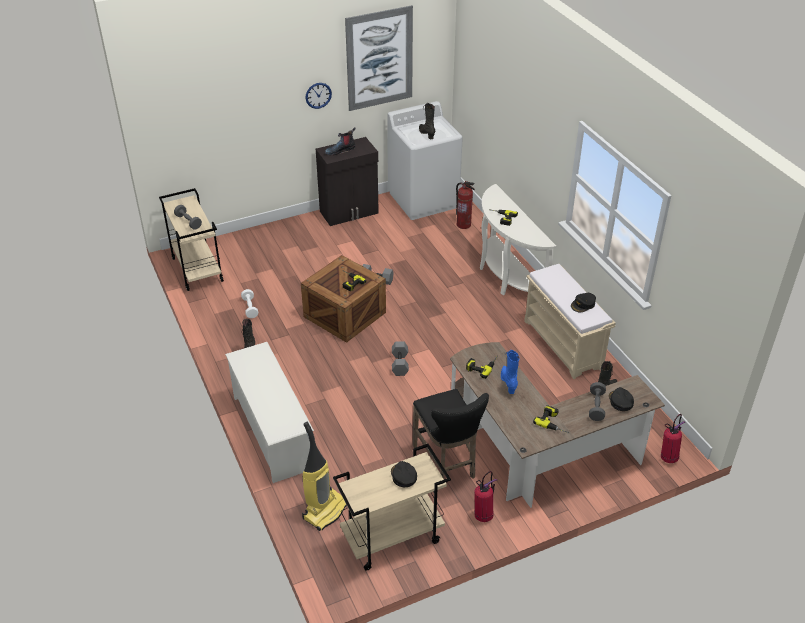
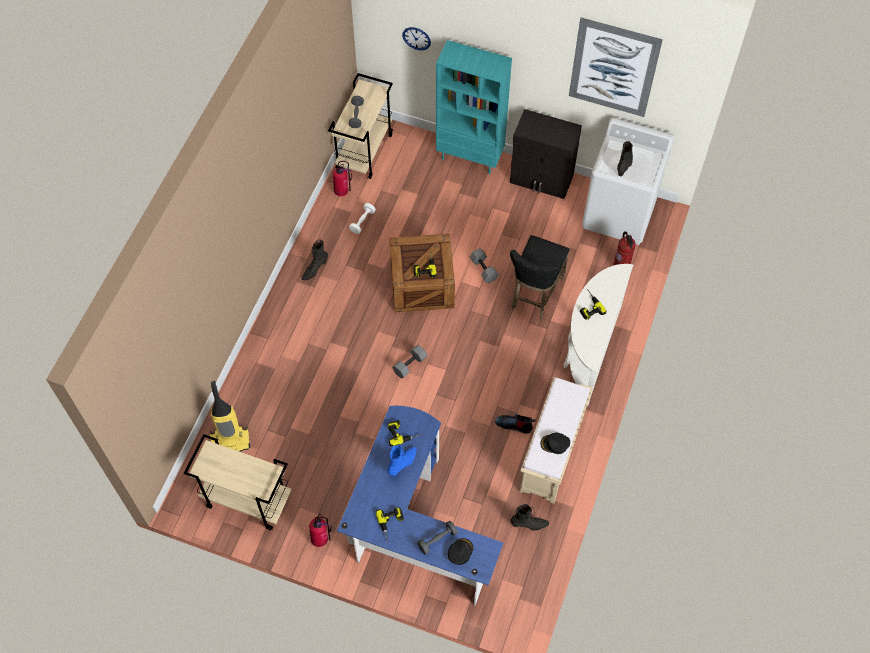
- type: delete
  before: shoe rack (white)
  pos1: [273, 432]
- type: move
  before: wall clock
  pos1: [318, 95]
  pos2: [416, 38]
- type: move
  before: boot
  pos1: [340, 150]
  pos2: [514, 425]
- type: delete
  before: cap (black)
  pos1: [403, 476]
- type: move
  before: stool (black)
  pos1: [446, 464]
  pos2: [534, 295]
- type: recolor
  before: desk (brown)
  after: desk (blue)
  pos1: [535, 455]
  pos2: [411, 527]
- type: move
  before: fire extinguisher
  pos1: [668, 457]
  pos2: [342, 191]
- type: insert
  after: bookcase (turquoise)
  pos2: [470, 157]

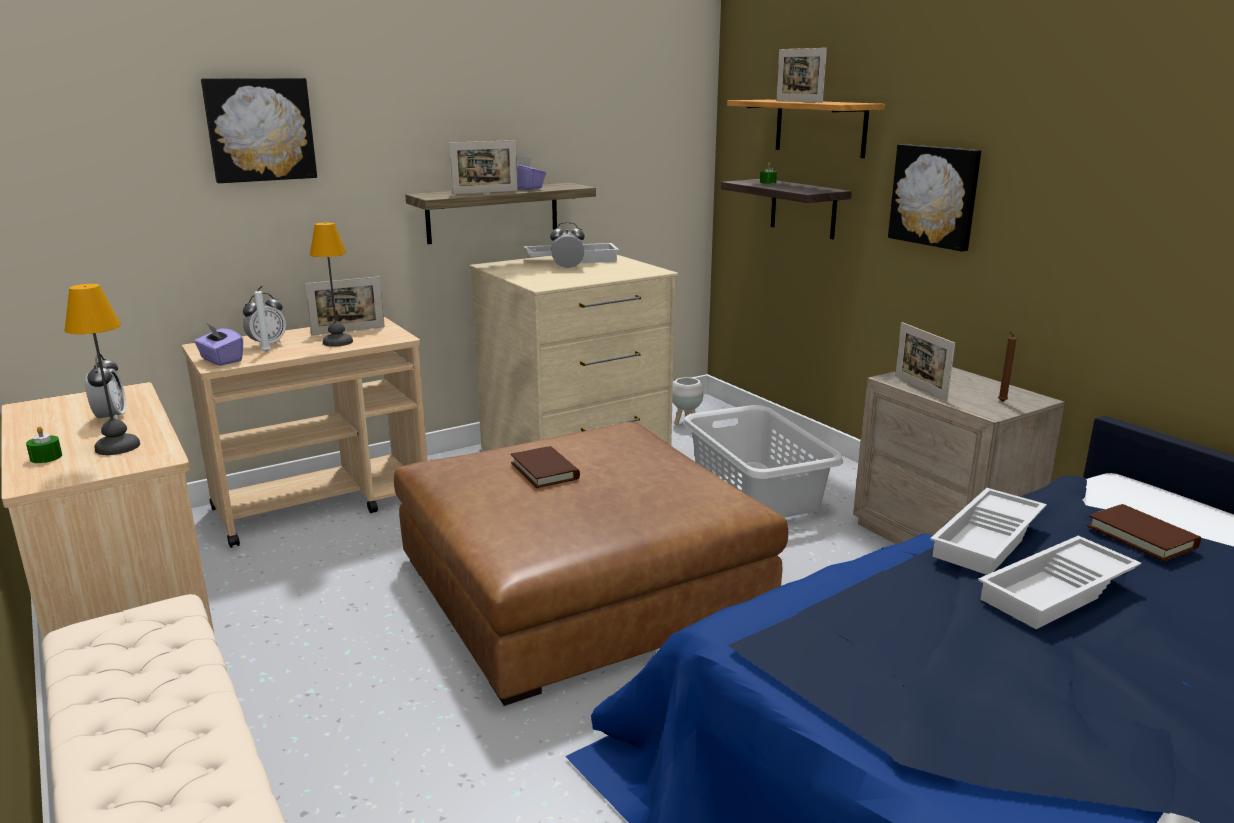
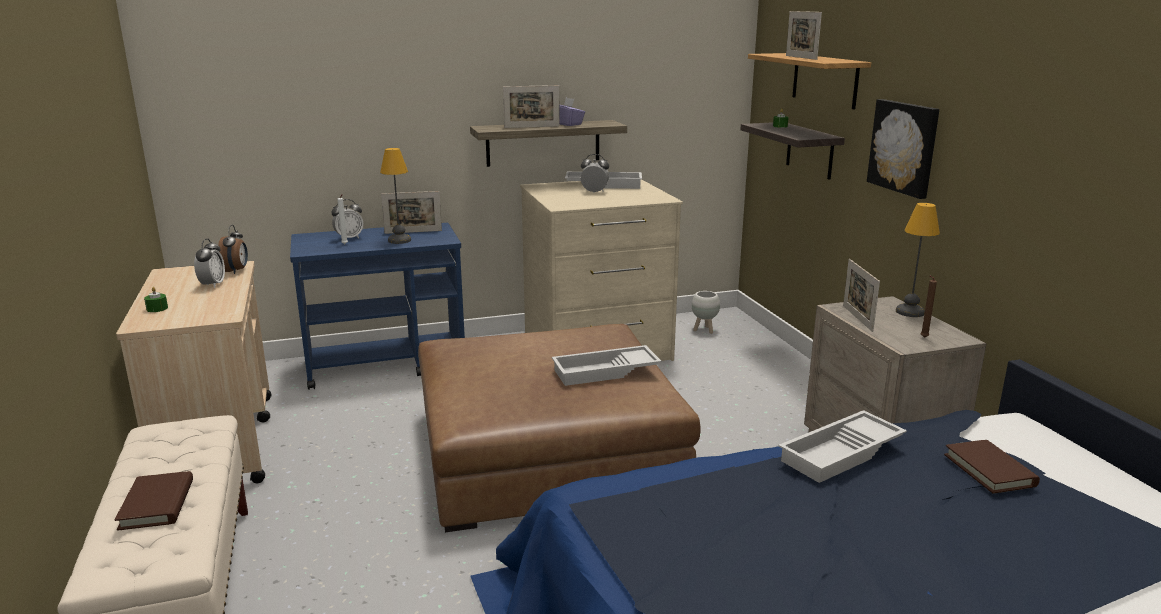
- type: move
  before: table lamp
  pos1: [119, 446]
  pos2: [910, 312]
- type: recolor
  before: cart (beige)
  after: cart (blue)
  pos1: [324, 504]
  pos2: [387, 365]
- type: delete
  before: tissue box (purple)
  pos1: [221, 360]
- type: delete
  before: picture
  pos1: [260, 129]
- type: move
  before: book (brown)
  pos1: [544, 471]
  pos2: [157, 504]
- type: delete
  before: laundry basket (grey)
  pos1: [756, 490]
- type: move
  before: tray (white)
  pos1: [1058, 592]
  pos2: [605, 372]
- type: insert
  after: alarm clock
  pos2: [236, 271]

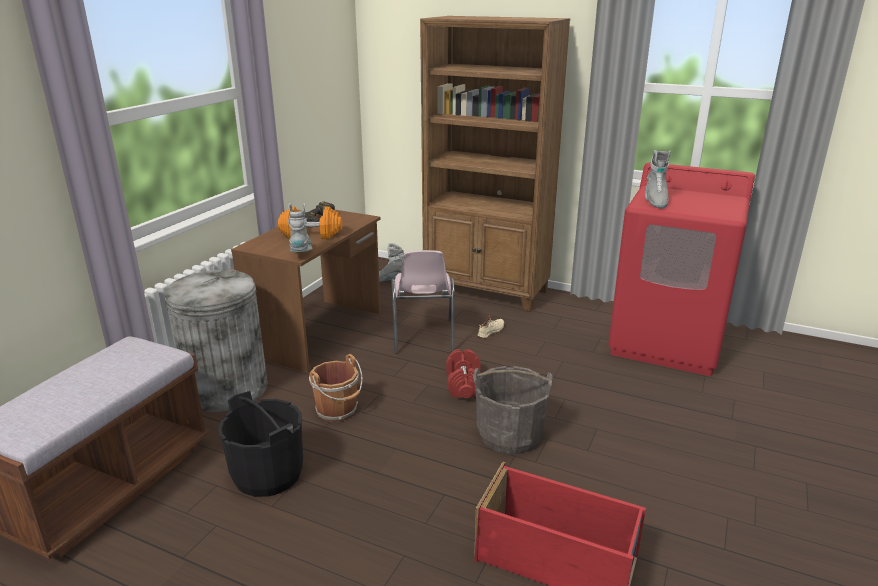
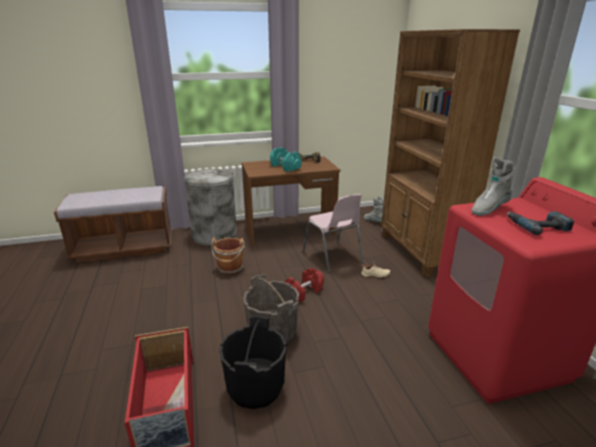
- type: move
  before: bucket (black)
  pos1: [268, 474]
  pos2: [255, 387]
- type: recolor
  before: dumbbell (orange)
  after: dumbbell (turquoise)
  pos1: [311, 234]
  pos2: [285, 167]
- type: delete
  before: boot (grey)
  pos1: [302, 253]
- type: rotate
  before: chair (pink)
  pos1: [423, 336]
  pos2: [333, 257]
  turn: -75
- type: insert
  after: power drill
  pos2: [537, 226]

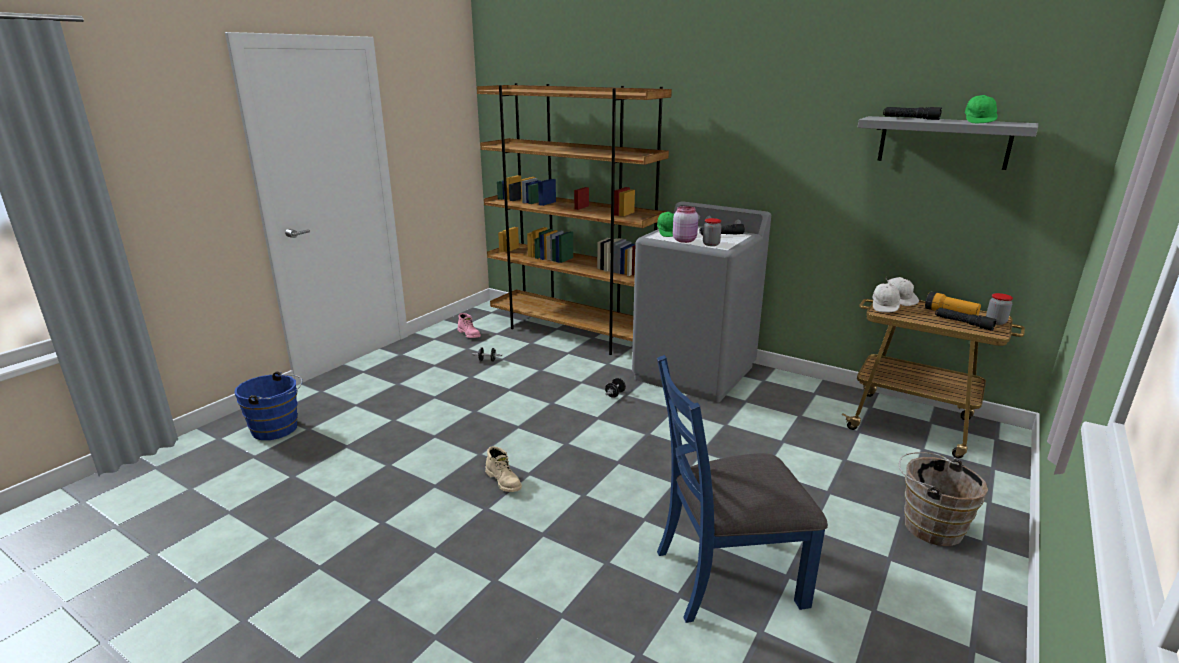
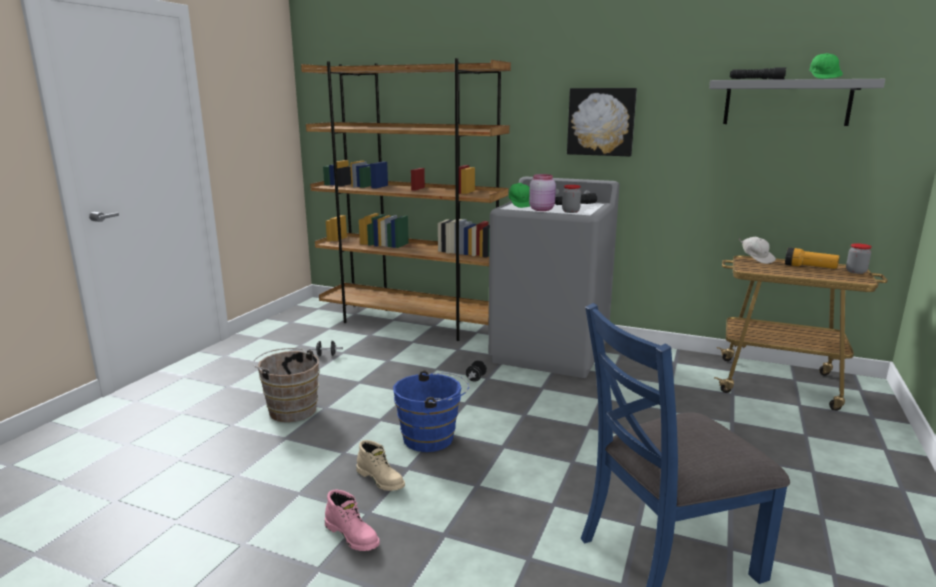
- type: move
  before: bucket (blue)
  pos1: [278, 429]
  pos2: [432, 438]
- type: move
  before: boot (pink)
  pos1: [469, 334]
  pos2: [353, 535]
- type: delete
  before: cap (white)
  pos1: [884, 307]
- type: move
  before: bucket (brown)
  pos1: [928, 525]
  pos2: [290, 409]
- type: delete
  before: flashlight (black)
  pos1: [963, 323]
- type: insert
  after: picture
  pos2: [601, 122]

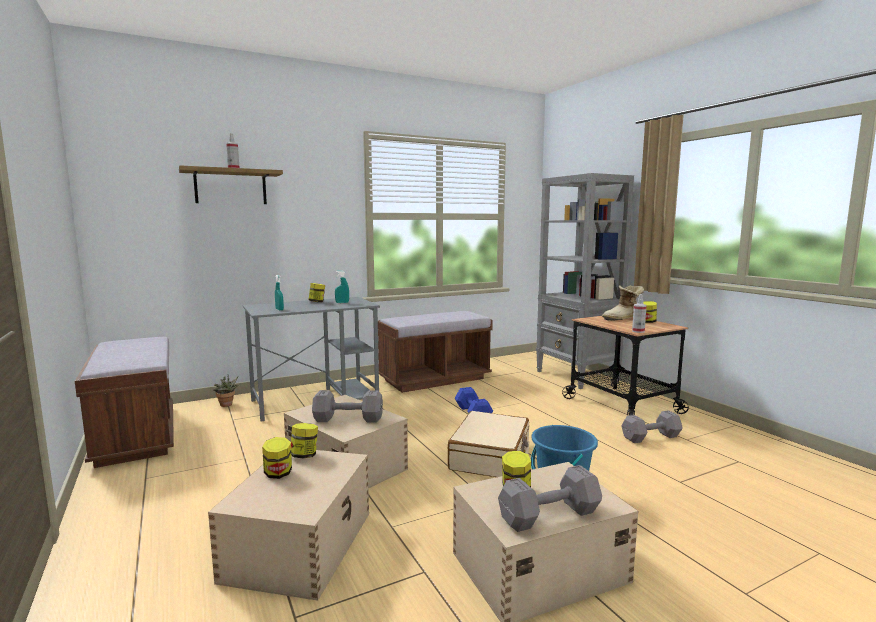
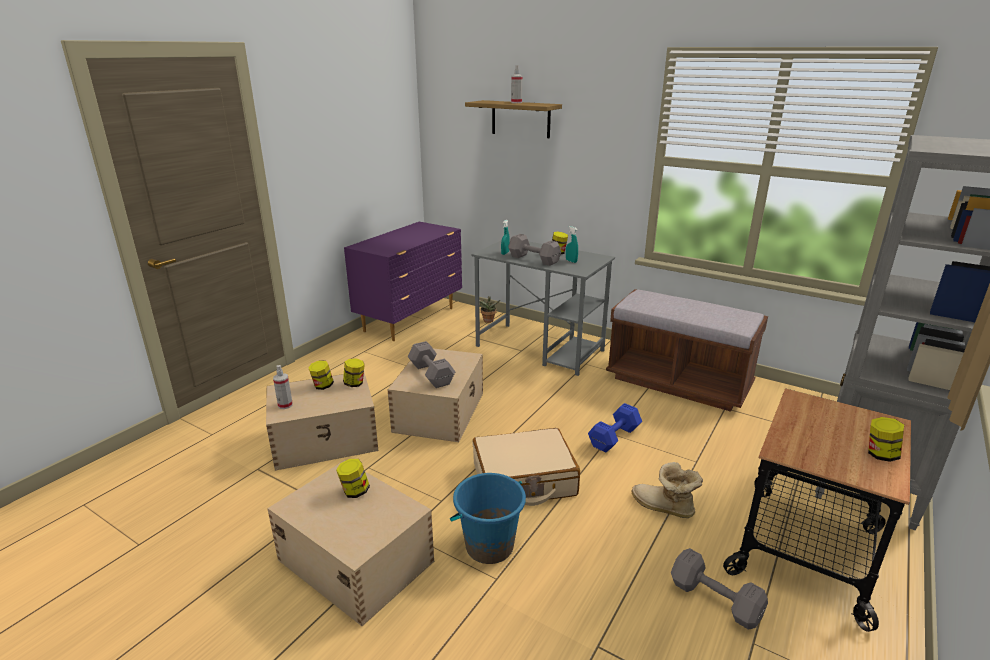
- type: replace
  before: bench (brown)
  after: dresser (purple)
  pos1: [136, 435]
  pos2: [411, 319]
- type: move
  before: dumbbell (grey)
  pos1: [547, 515]
  pos2: [533, 259]
- type: move
  before: boot
  pos1: [623, 318]
  pos2: [663, 508]
- type: move
  before: spray bottle
  pos1: [638, 331]
  pos2: [285, 405]

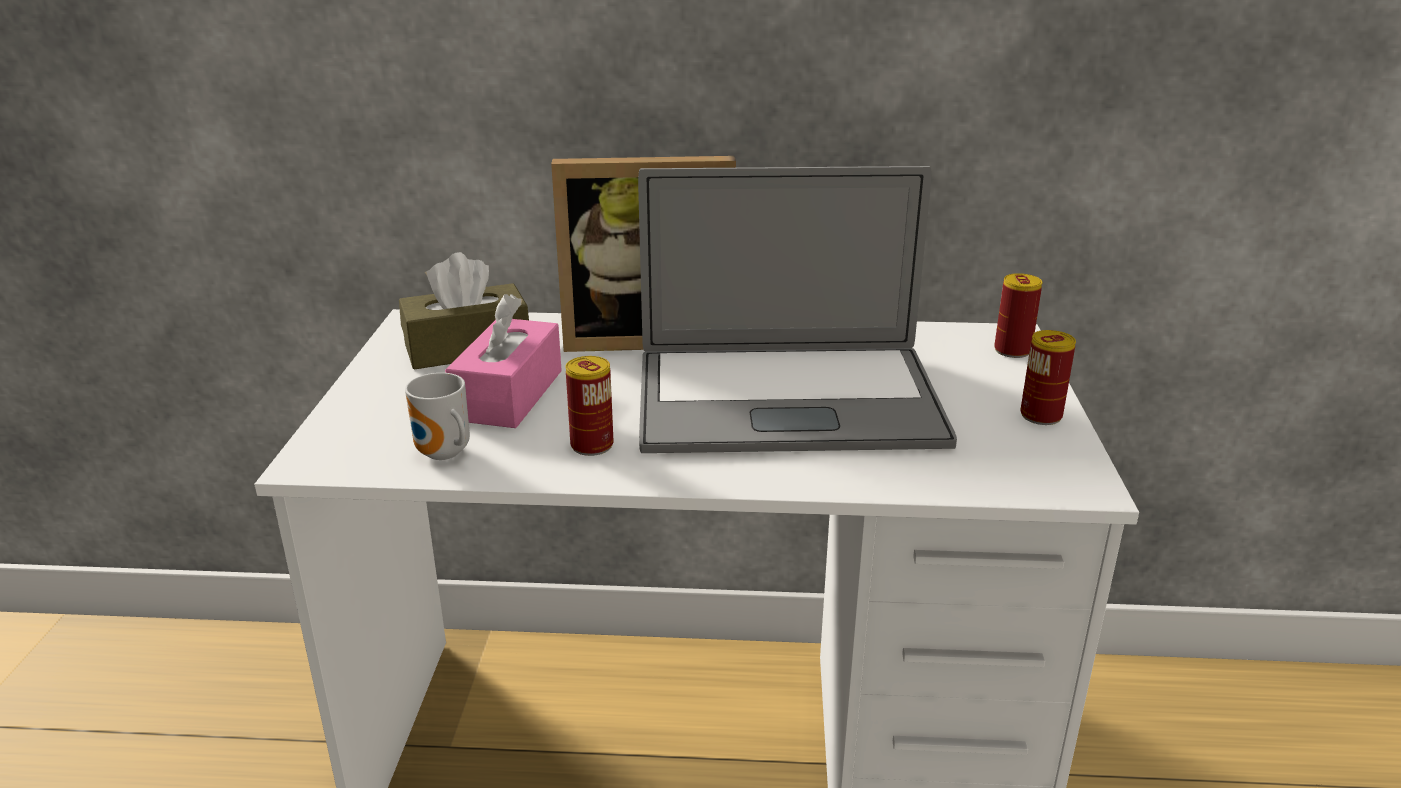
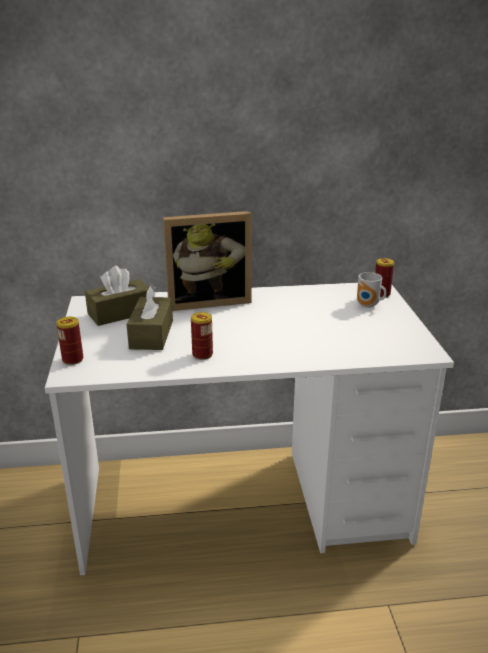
- type: move
  before: mug
  pos1: [443, 455]
  pos2: [368, 306]
- type: recolor
  before: tissue box (pink)
  after: tissue box (brown)
  pos1: [508, 395]
  pos2: [151, 334]
- type: delete
  before: laptop
  pos1: [787, 400]
- type: move
  before: can
  pos1: [1041, 416]
  pos2: [73, 359]

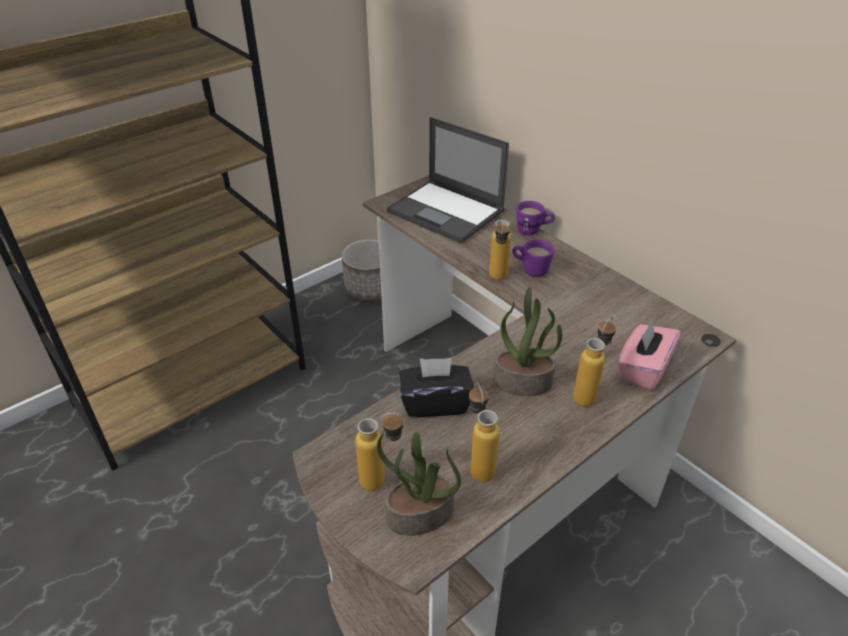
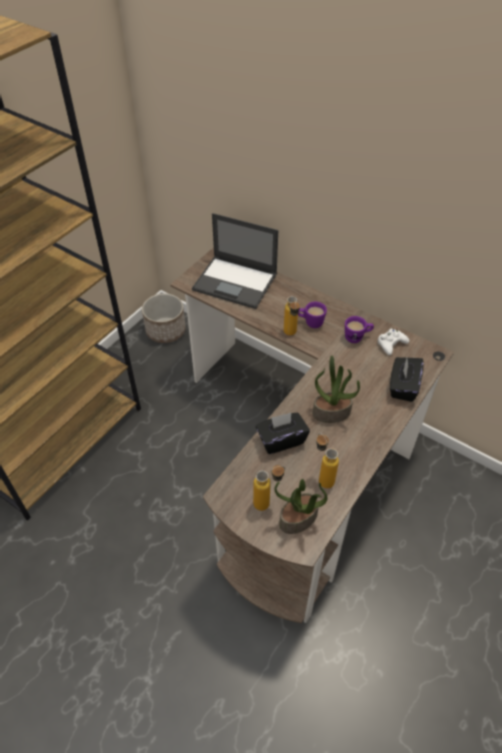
- type: move
  before: mug (purple)
  pos1: [533, 231]
  pos2: [357, 337]
- type: delete
  before: bottle
  pos1: [588, 394]
- type: recolor
  before: tissue box (pink)
  after: tissue box (black)
  pos1: [643, 369]
  pos2: [402, 387]
- type: insert
  after: game controller (white)
  pos2: [391, 344]

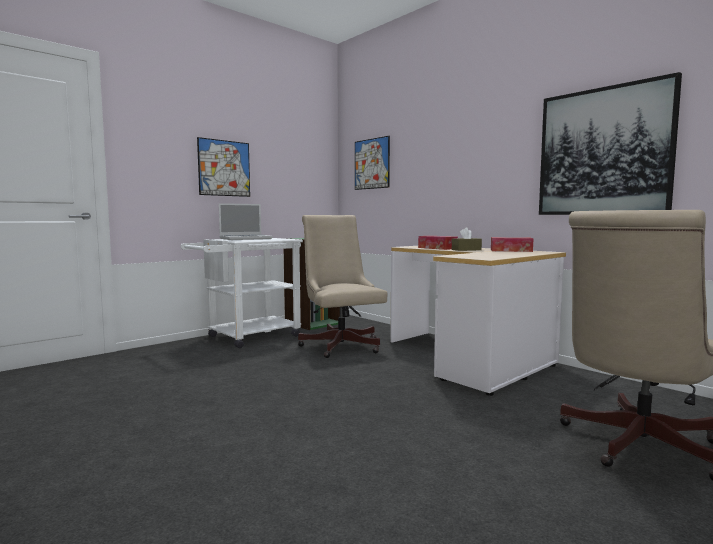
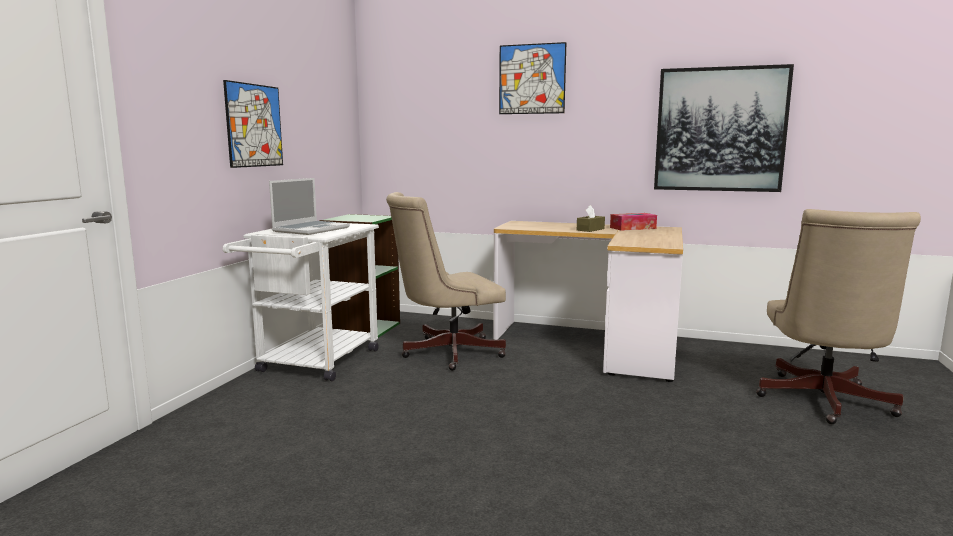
- type: rotate
  before: office chair (beige)
  pos1: [340, 344]
  pos2: [446, 353]
  turn: -60
- type: move
  before: picture
  pos1: [371, 164]
  pos2: [532, 79]
- type: delete
  before: tissue box
  pos1: [437, 248]

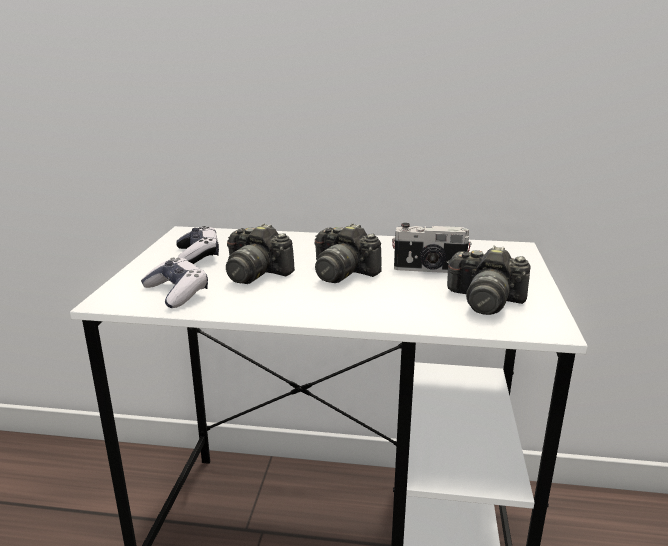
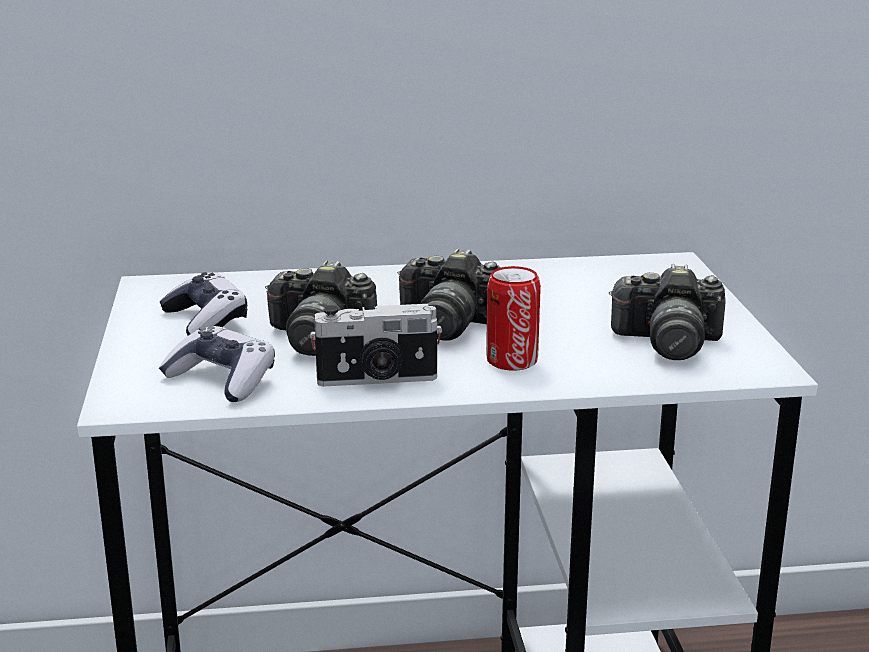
- type: move
  before: photo camera
  pos1: [429, 270]
  pos2: [377, 379]
- type: insert
  after: can
  pos2: [512, 361]

